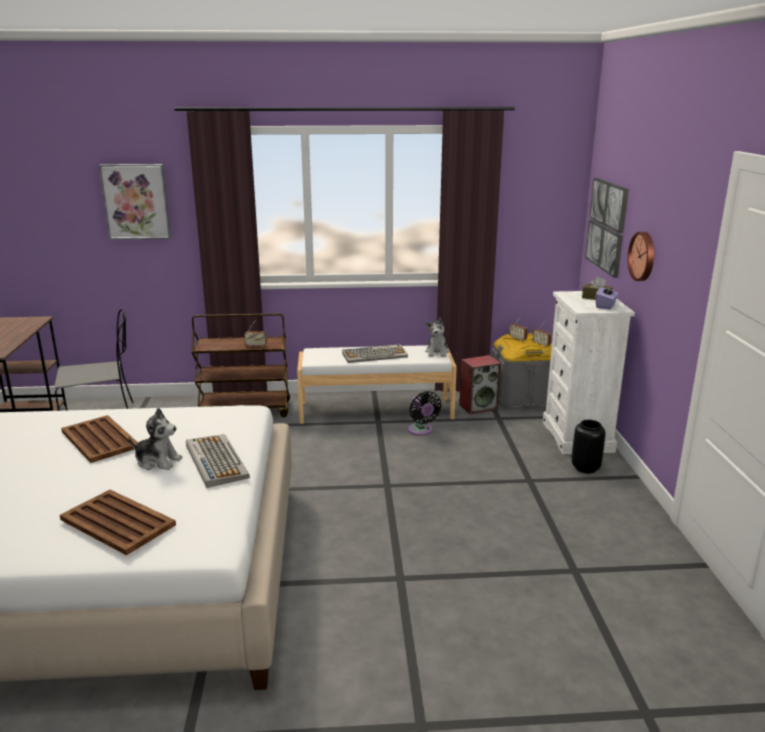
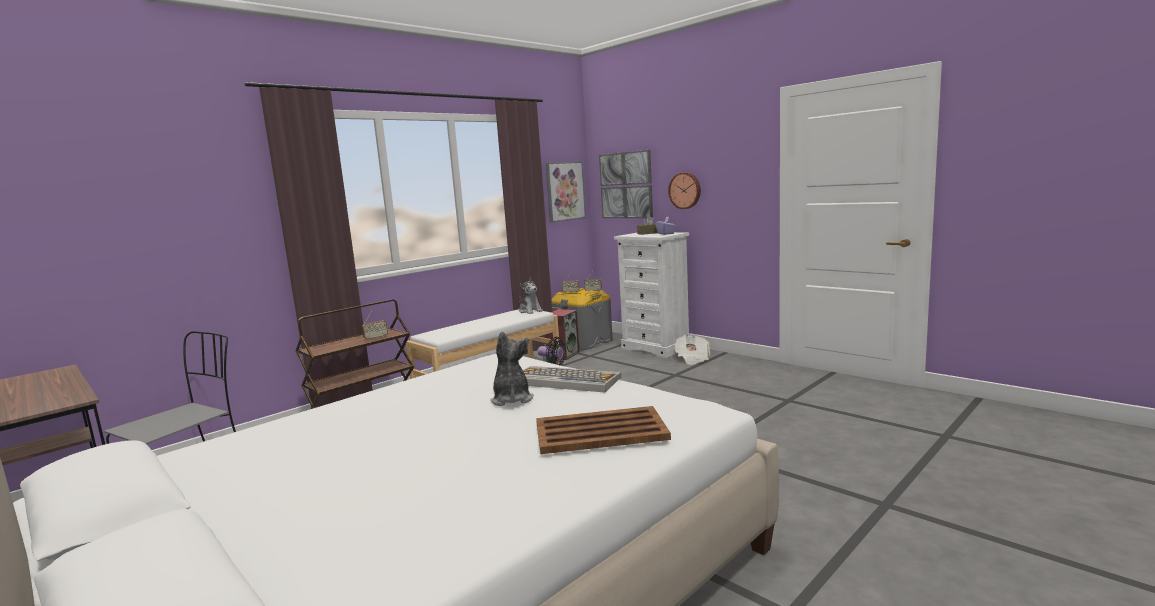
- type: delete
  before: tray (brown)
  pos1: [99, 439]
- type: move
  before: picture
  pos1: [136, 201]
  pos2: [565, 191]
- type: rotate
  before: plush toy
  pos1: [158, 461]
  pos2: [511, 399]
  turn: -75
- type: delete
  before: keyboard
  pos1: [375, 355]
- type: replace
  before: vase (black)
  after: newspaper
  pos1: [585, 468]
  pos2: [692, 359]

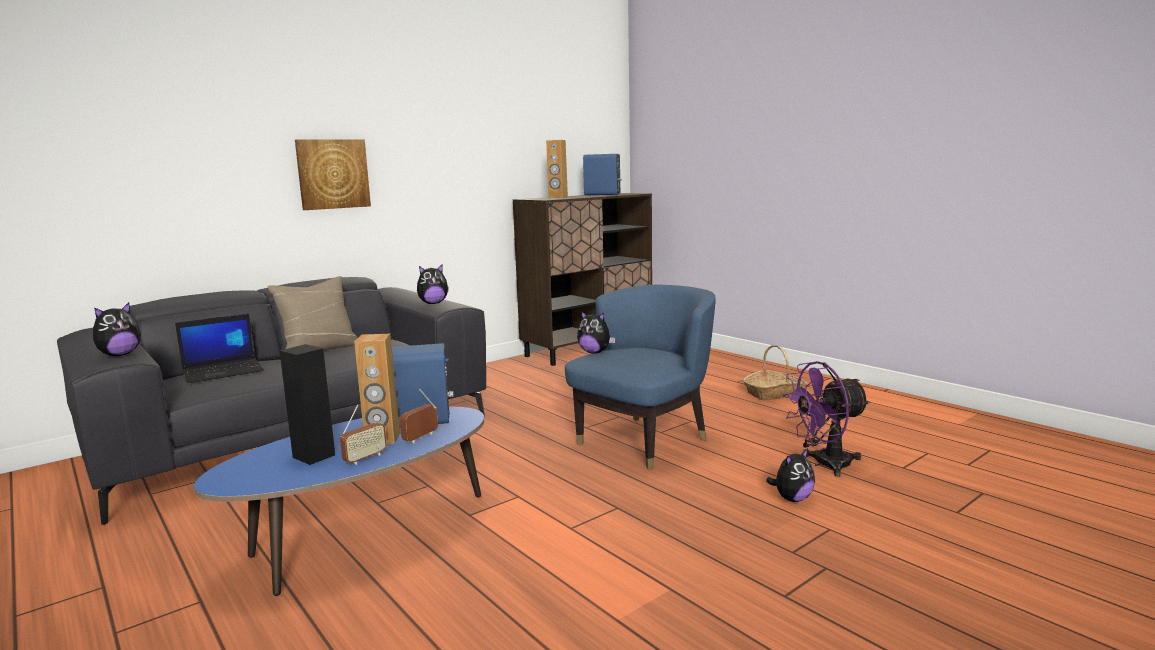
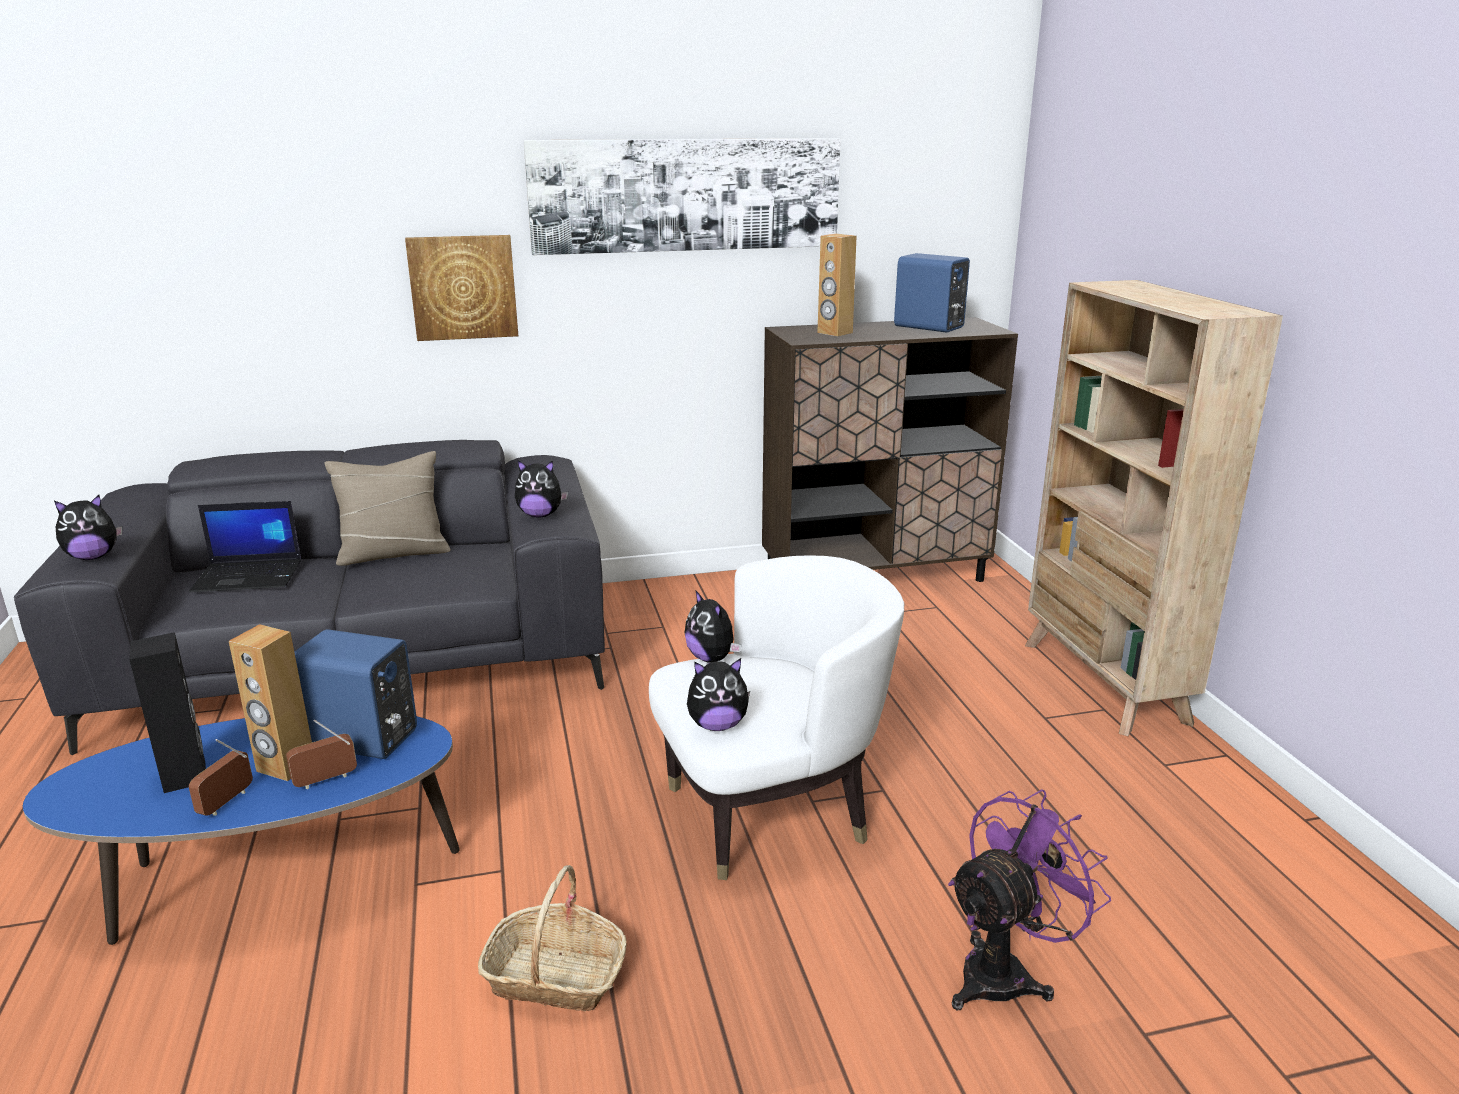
- type: rotate
  before: radio
  pos1: [365, 458]
  pos2: [226, 802]
  turn: 135
- type: recolor
  before: armchair (blue)
  after: armchair (white)
  pos1: [644, 440]
  pos2: [771, 812]
- type: move
  before: basket
  pos1: [774, 394]
  pos2: [555, 976]
- type: move
  before: plush toy
  pos1: [792, 499]
  pos2: [717, 725]
- type: rotate
  before: fan (purple)
  pos1: [824, 464]
  pos2: [1005, 972]
  turn: 135
- type: insert
  after: picture
  pos2: [686, 195]
- type: insert
  after: bookcase (beige)
  pos2: [1103, 682]

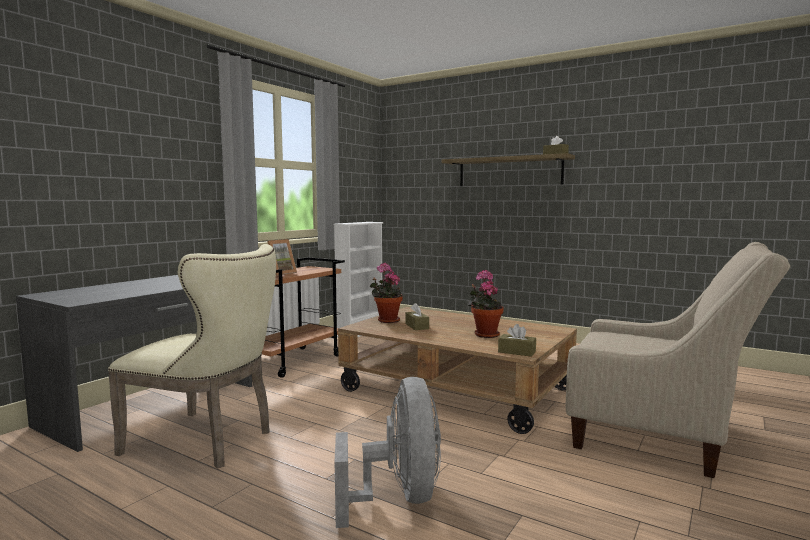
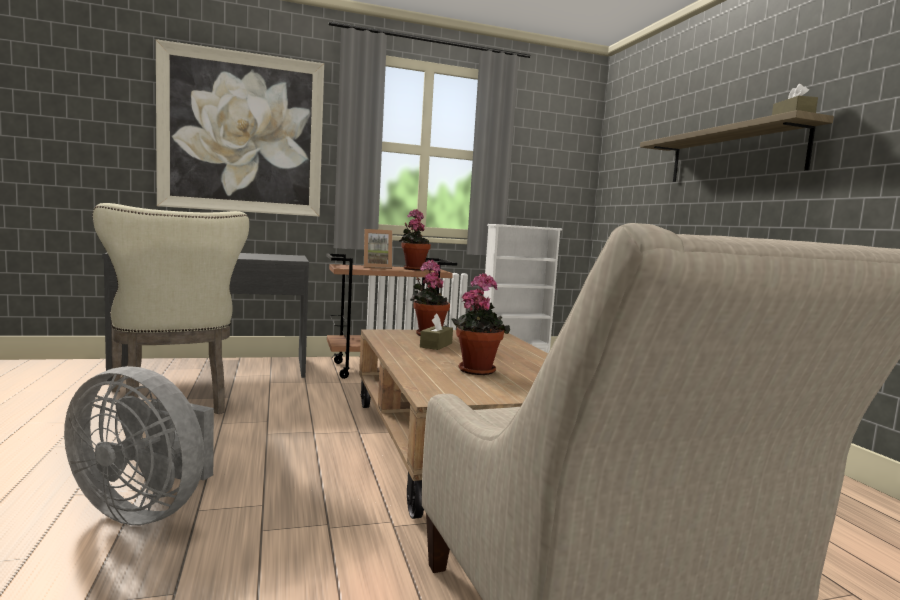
- type: rotate
  before: fan (grey)
  pos1: [399, 497]
  pos2: [146, 508]
  turn: 75
- type: delete
  before: tissue box (brown)
  pos1: [516, 352]
- type: insert
  after: picture
  pos2: [242, 134]
- type: insert
  after: potted plant
  pos2: [413, 269]

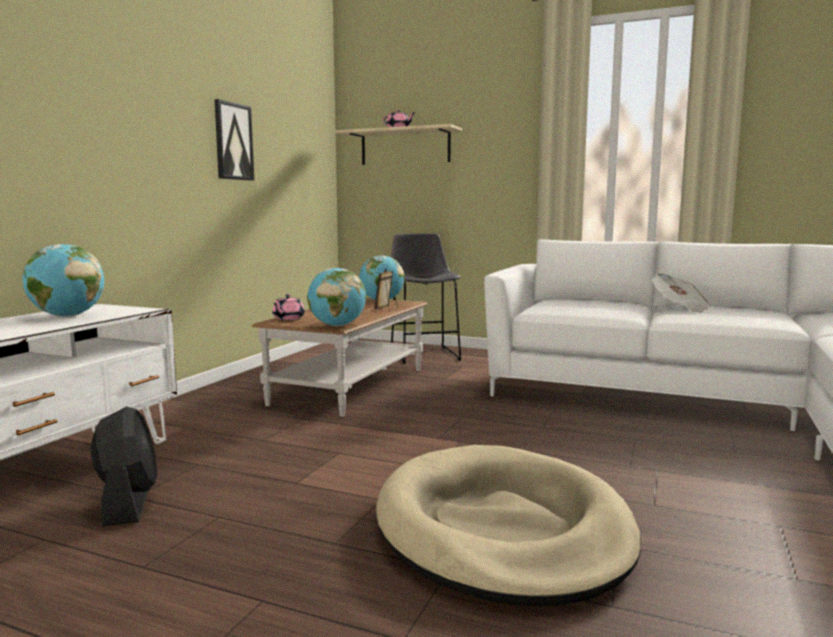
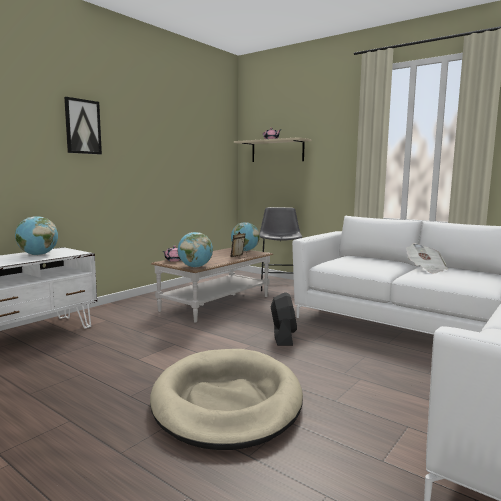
- type: move
  before: fan (black)
  pos1: [128, 503]
  pos2: [283, 337]
- type: move
  before: picture
  pos1: [233, 141]
  pos2: [82, 126]

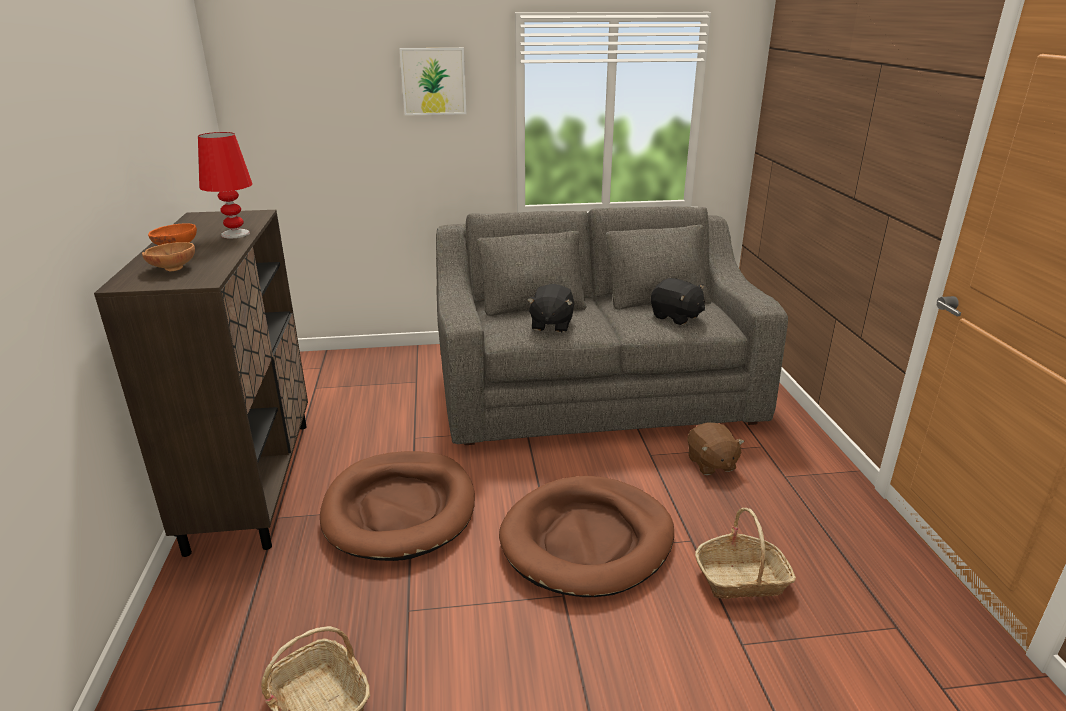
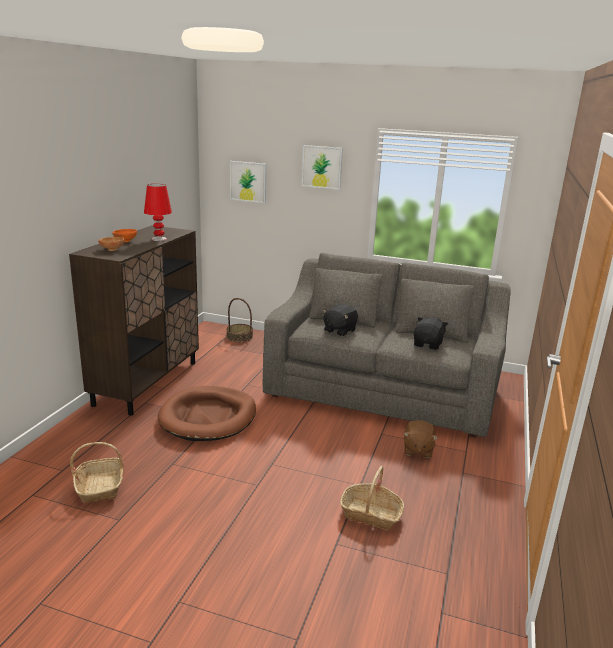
- type: delete
  before: dog bed (brown)
  pos1: [587, 540]
- type: rotate
  before: plush toy (black)
  pos1: [676, 317]
  pos2: [428, 344]
  turn: -135
- type: insert
  after: basket
  pos2: [239, 337]
- type: insert
  after: picture
  pos2: [248, 181]

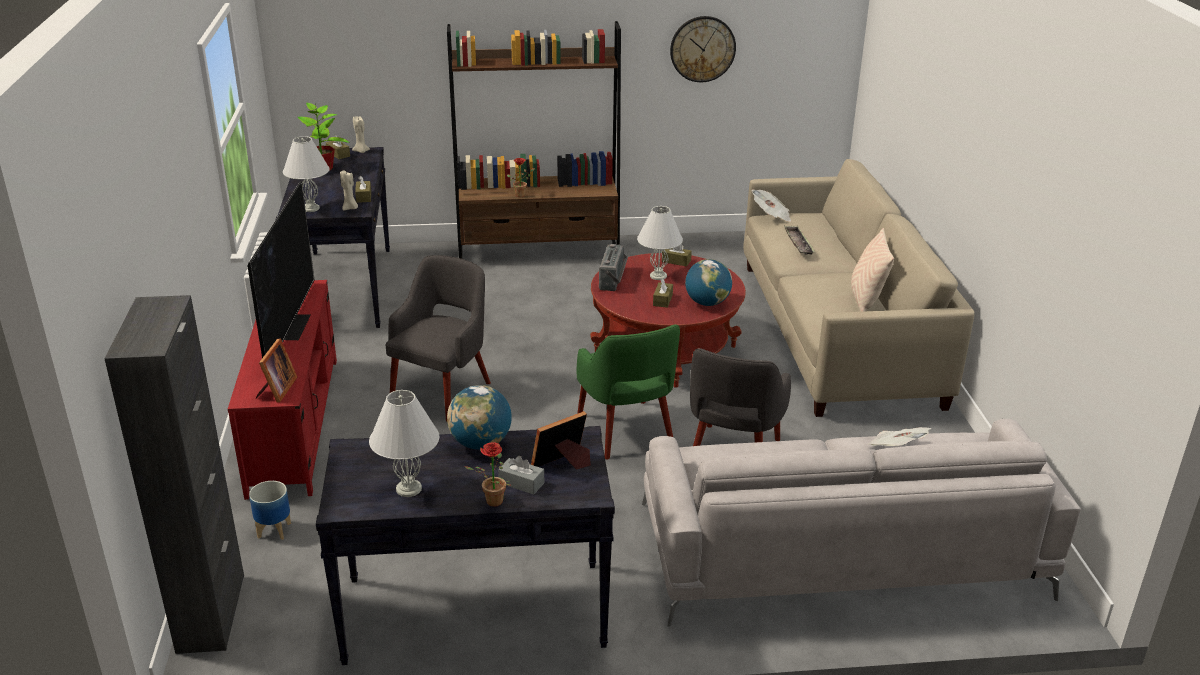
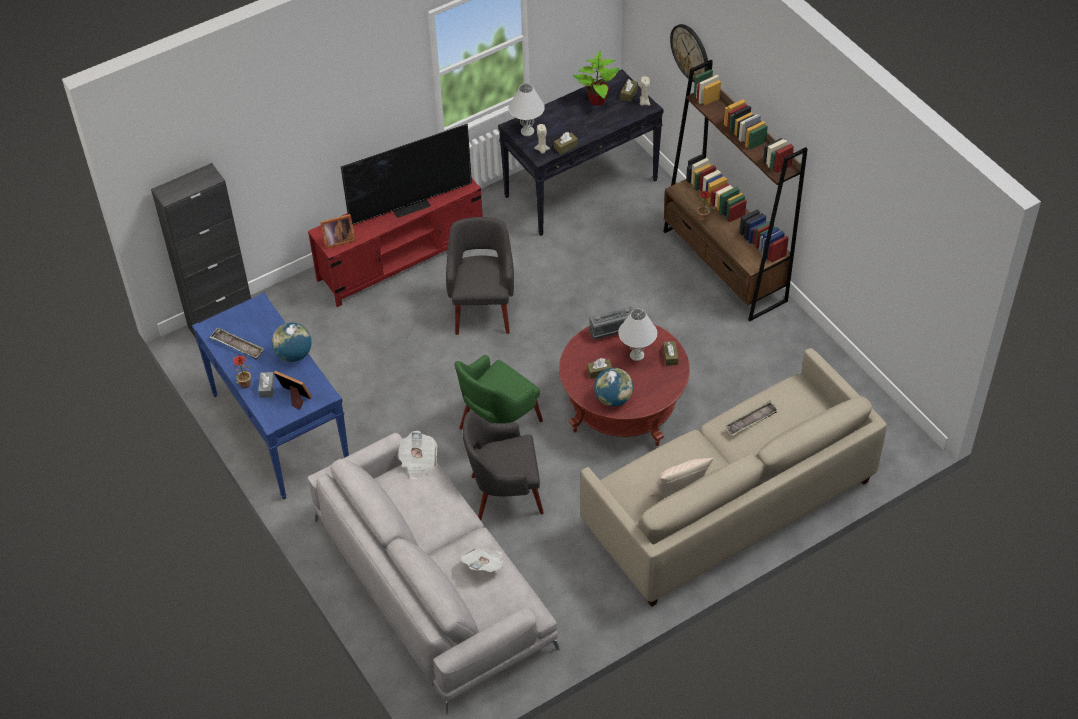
- type: delete
  before: planter
  pos1: [273, 530]
- type: recolor
  before: console table (black)
  after: console table (blue)
  pos1: [473, 612]
  pos2: [279, 429]
- type: replace
  before: table lamp (white)
  after: tray
  pos1: [409, 489]
  pos2: [237, 346]
- type: rotate
  before: armchair (grey)
  pos1: [442, 392]
  pos2: [482, 309]
  turn: -90
- type: move
  before: wall clock
  pos1: [702, 49]
  pos2: [690, 52]
- type: move
  before: newspaper
  pos1: [771, 216]
  pos2: [418, 462]

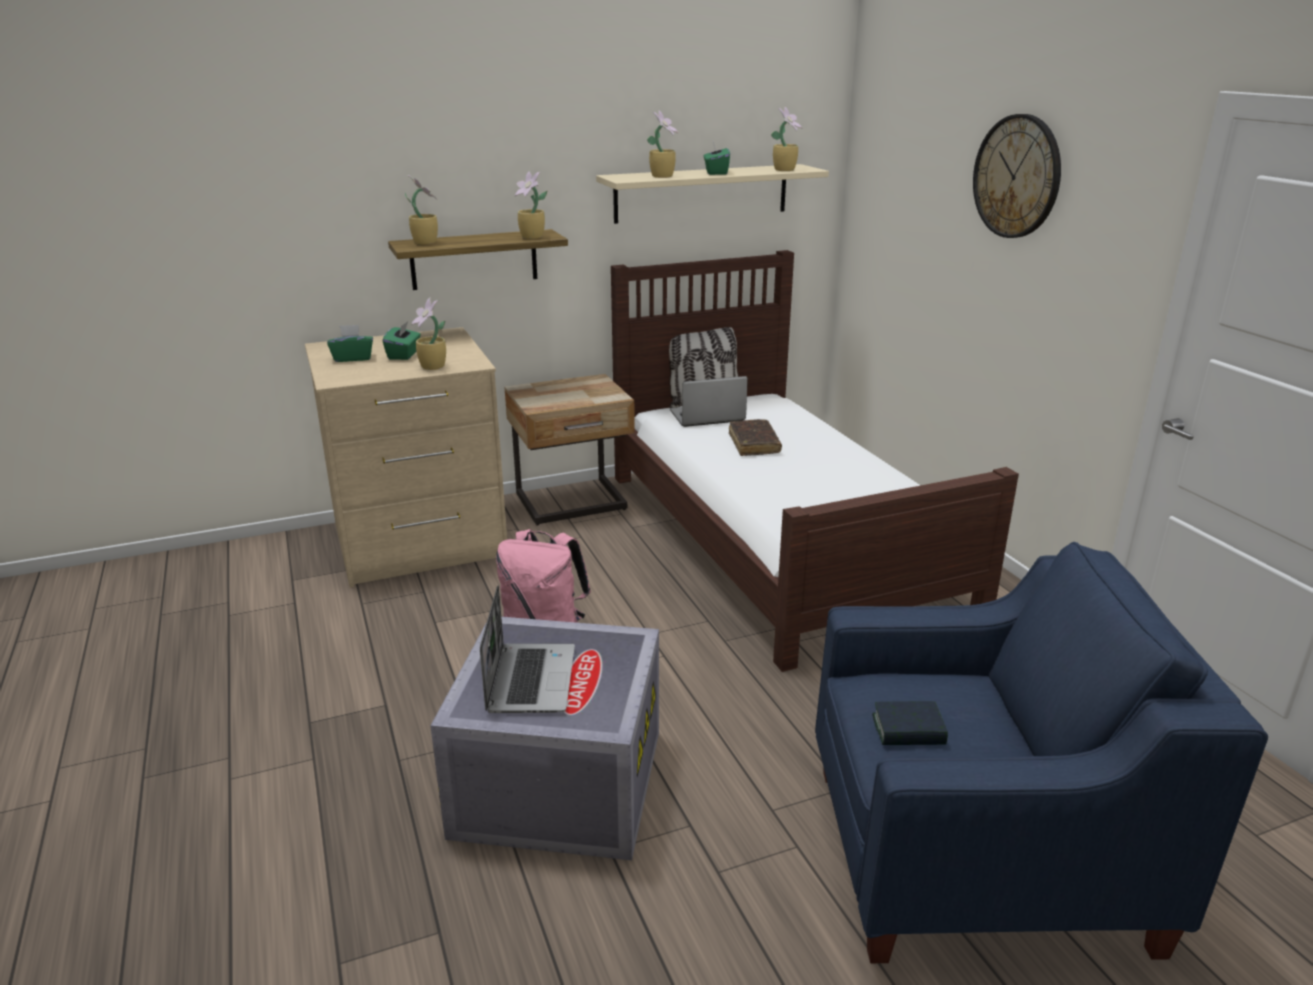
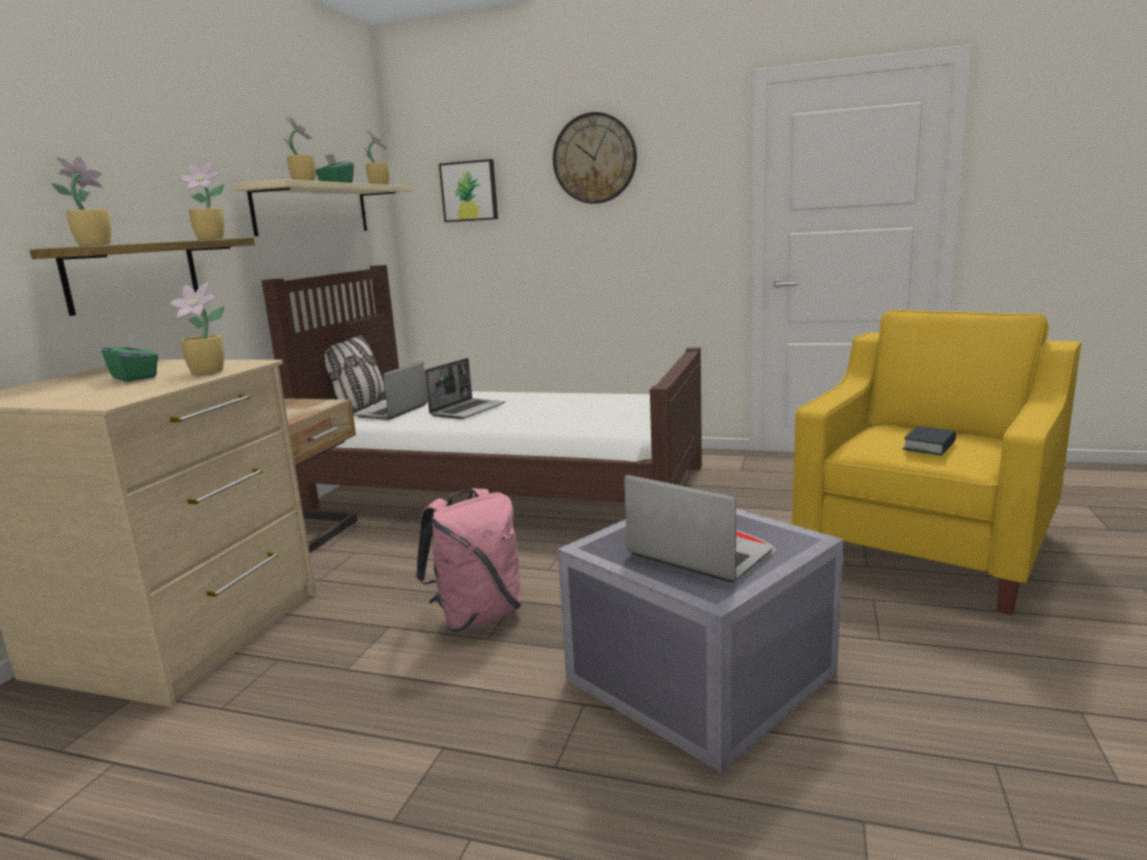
- type: delete
  before: tissue box (green)
  pos1: [353, 358]
- type: replace
  before: book (brown)
  after: laptop
  pos1: [754, 444]
  pos2: [468, 410]
- type: recolor
  before: armchair (blue)
  after: armchair (yellow)
  pos1: [977, 857]
  pos2: [928, 548]
- type: insert
  after: picture
  pos2: [469, 191]

